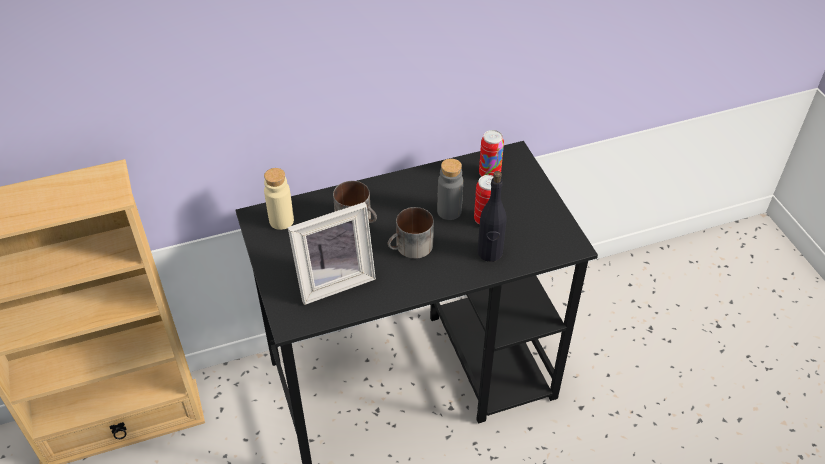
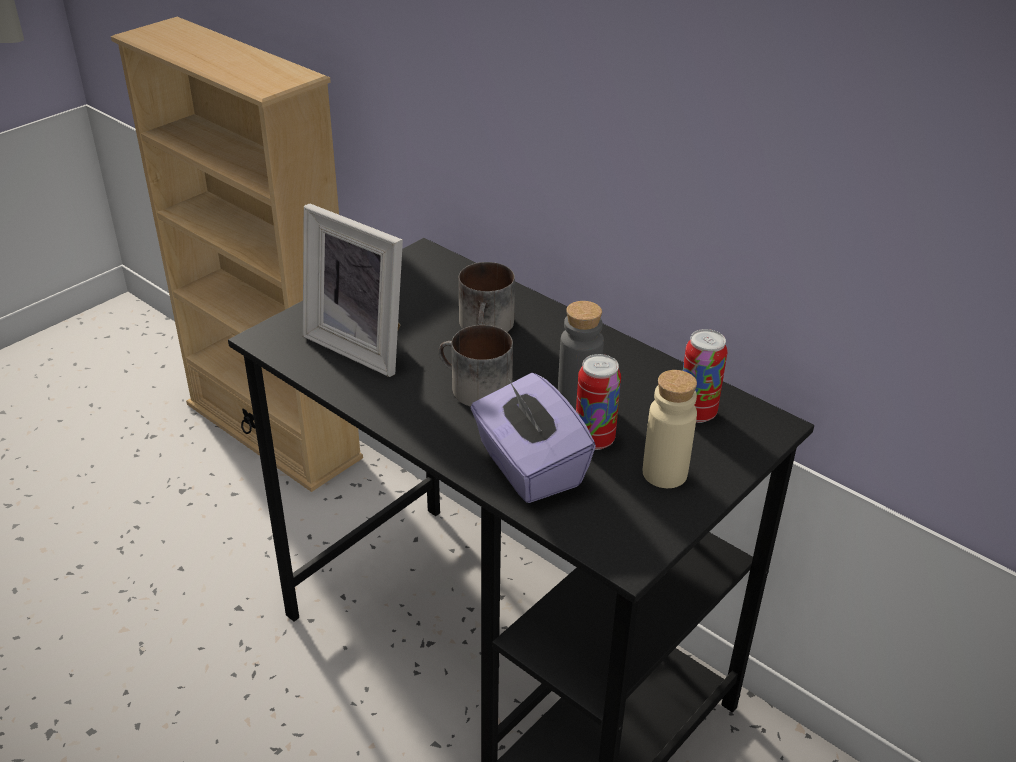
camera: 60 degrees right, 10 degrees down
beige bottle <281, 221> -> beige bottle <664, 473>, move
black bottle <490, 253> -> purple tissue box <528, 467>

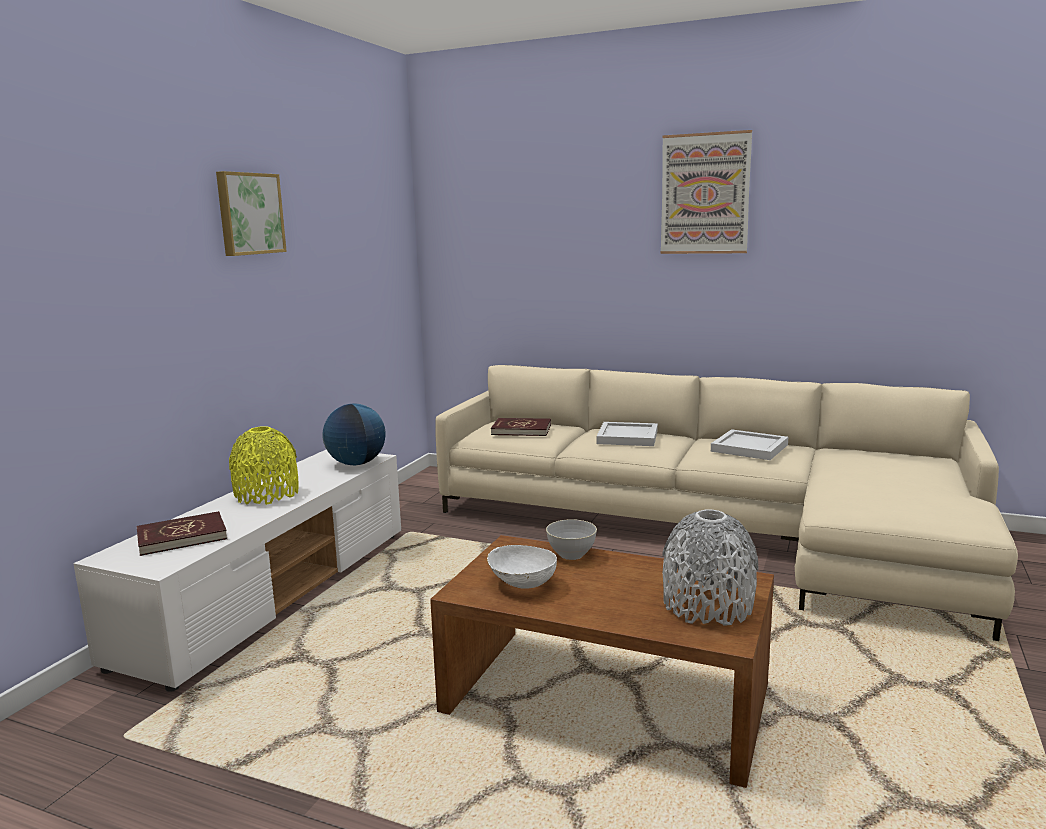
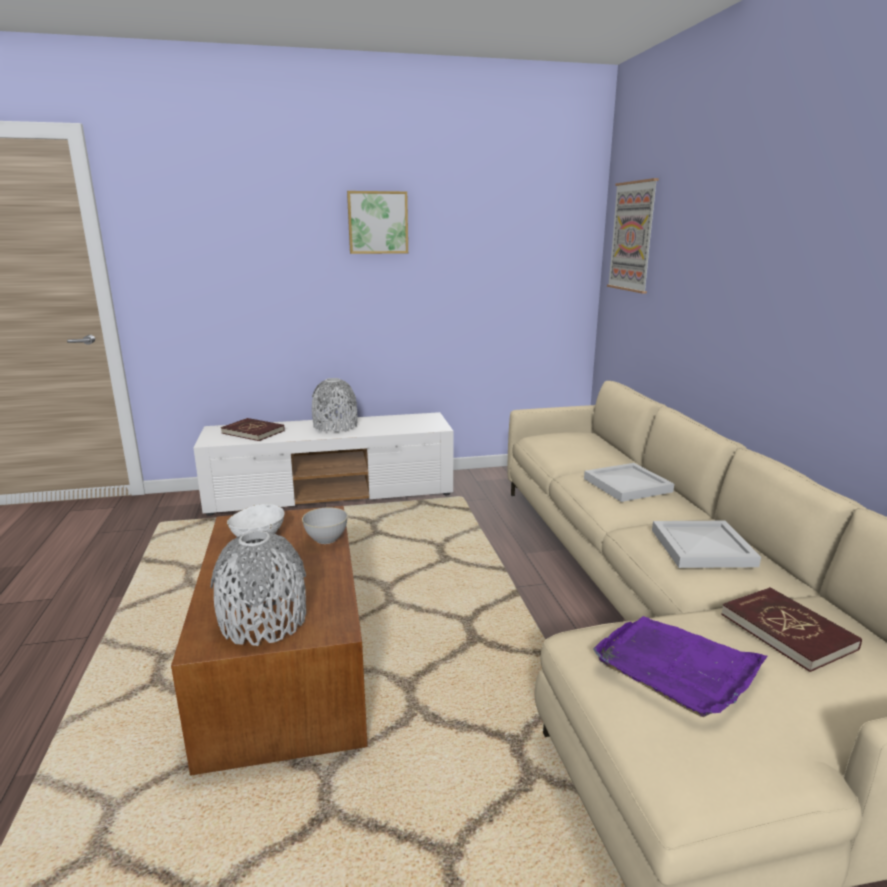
camera: 55 degrees right, 5 degrees up
globe <356, 463> -> none
none -> purple tray <676, 667>
red book <521, 430> -> red book <787, 631>, move
picture <705, 194> -> picture <632, 236>, move
yellow vase <267, 495> -> grey vase <335, 426>

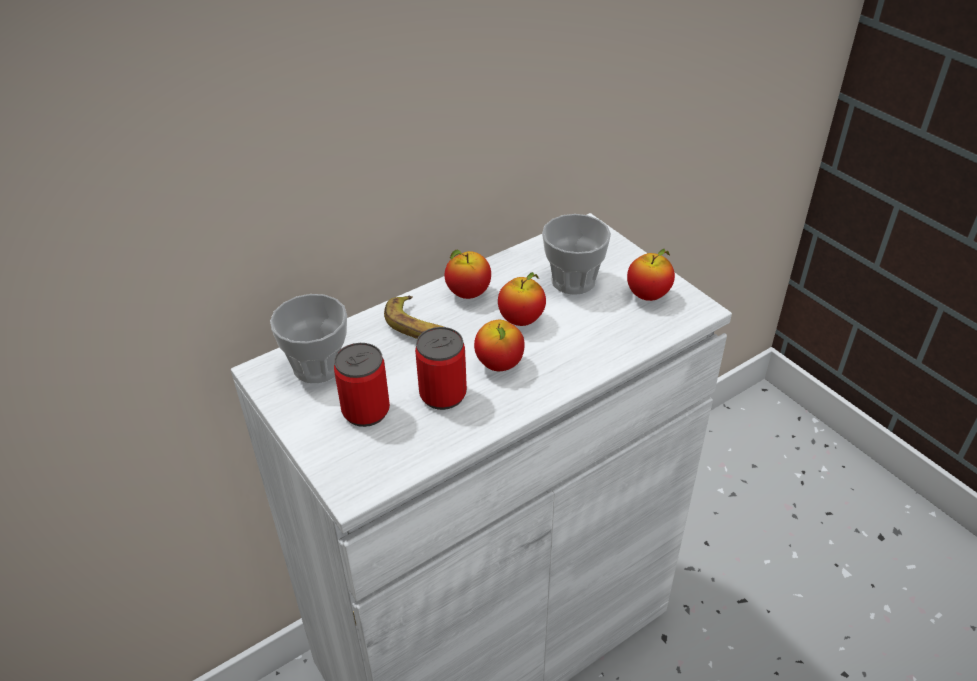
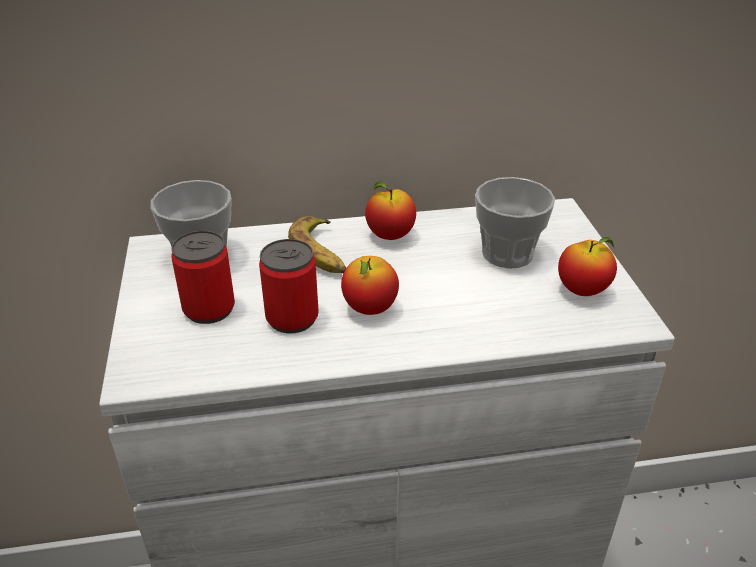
camera: 25 degrees right, 5 degrees down
apple <521, 320> -> none

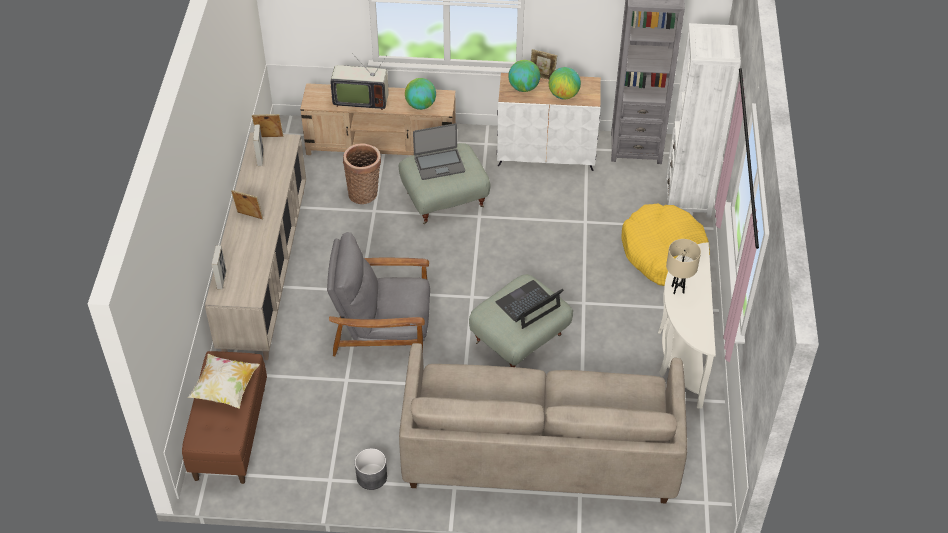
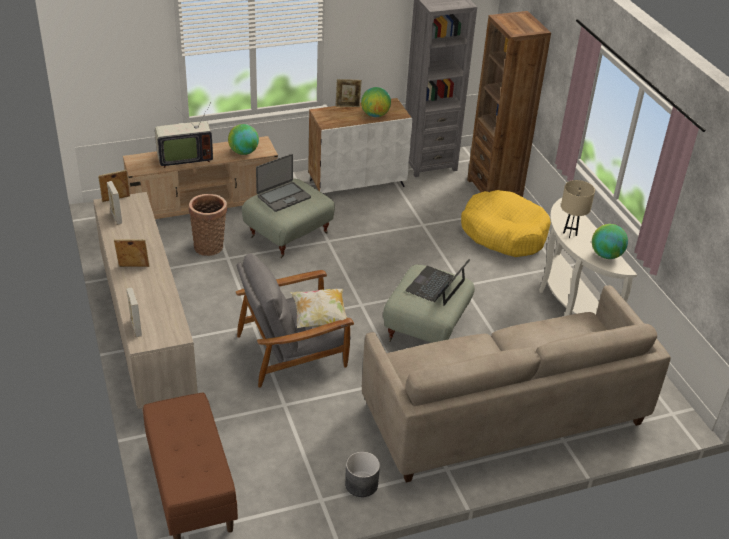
camera: 25 degrees left, 10 degrees down
pillow <225, 389> -> pillow <320, 318>, move
globe <523, 88> -> globe <606, 255>, move
white bookcase <688, 197> -> brown bookcase <494, 189>

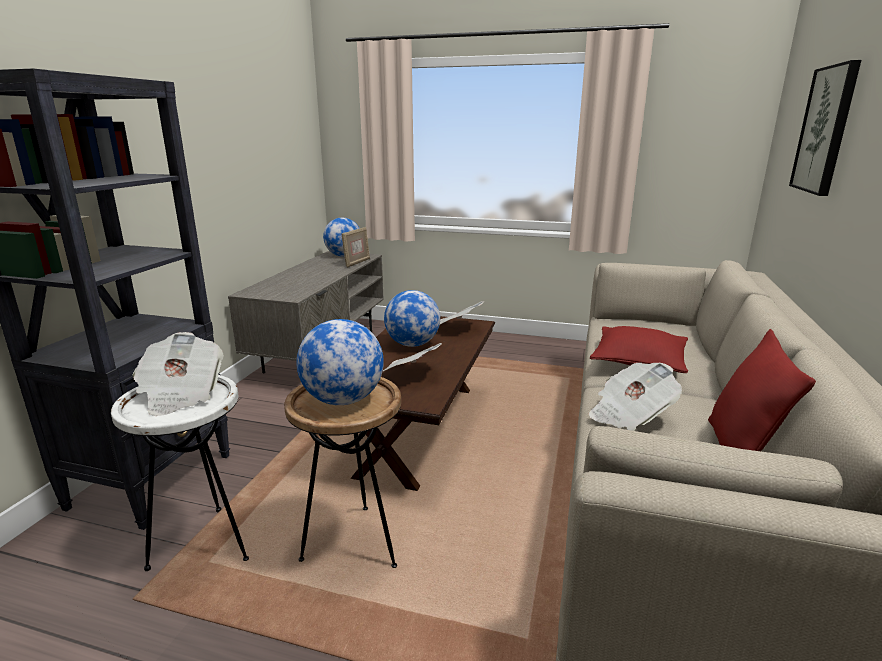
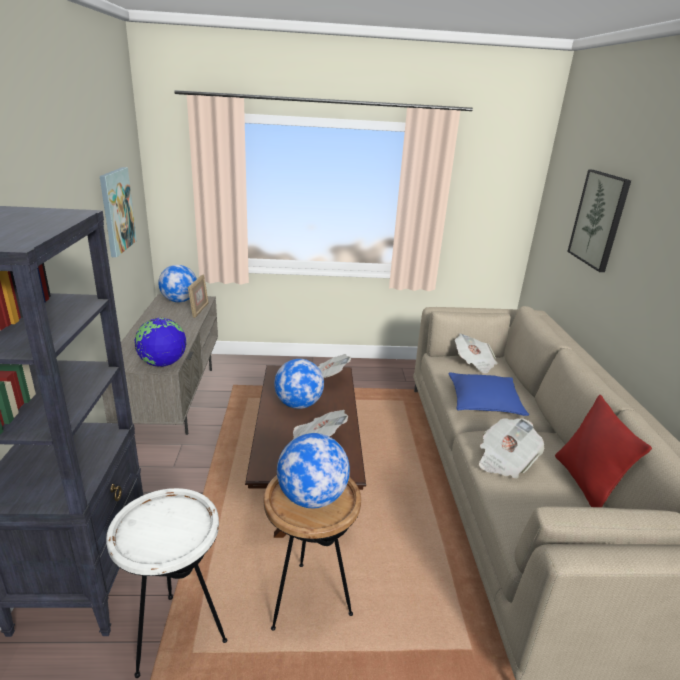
camera: 20 degrees left, 5 degrees up
none -> picture <116, 211>
none -> globe <162, 363>
newspaper <181, 394> -> newspaper <474, 362>, move
red pillow <638, 360> -> blue pillow <484, 402>

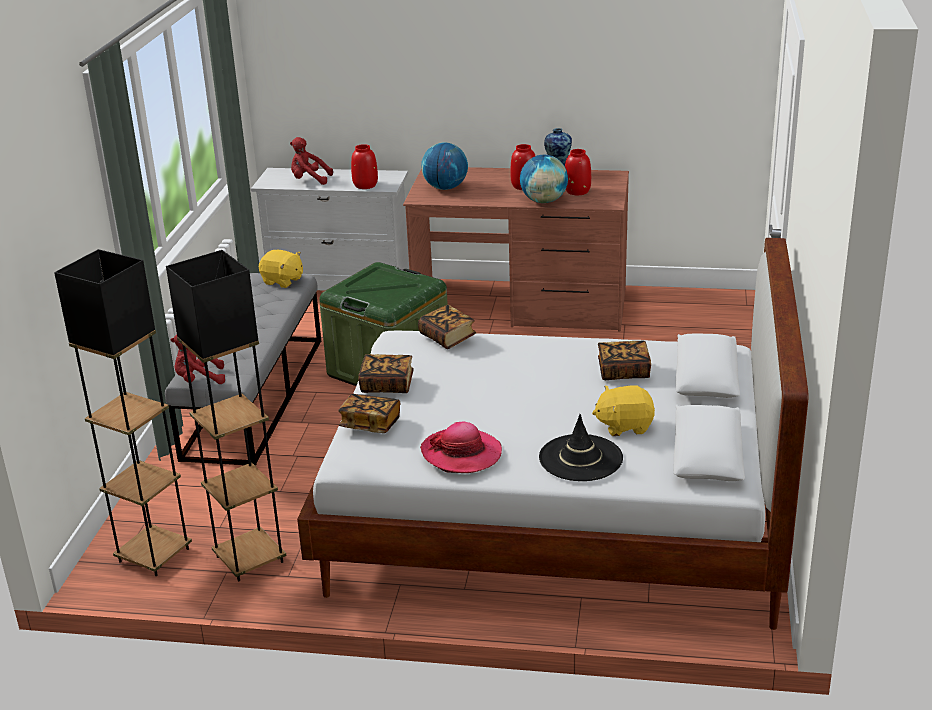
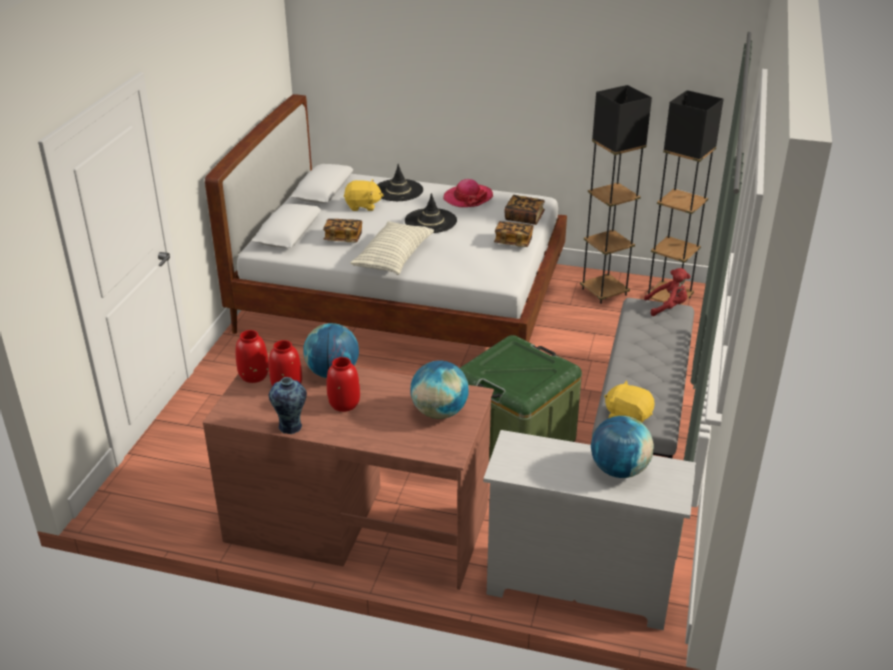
camera: 175 degrees left, 5 degrees up
book <447, 337> -> none
none -> pillow <393, 259>
none -> black hat <430, 221>
red vase <365, 185> -> red vase <254, 375>, move
red plush toy <309, 180> -> globe <619, 470>

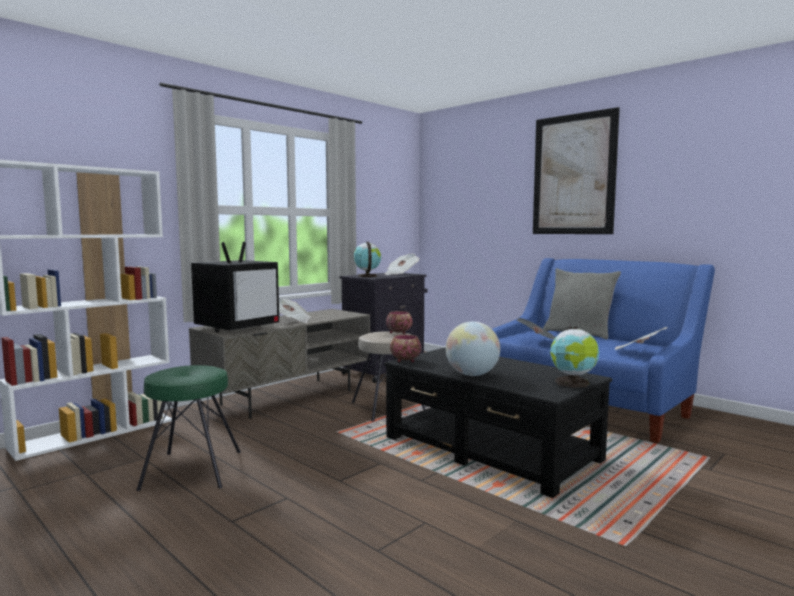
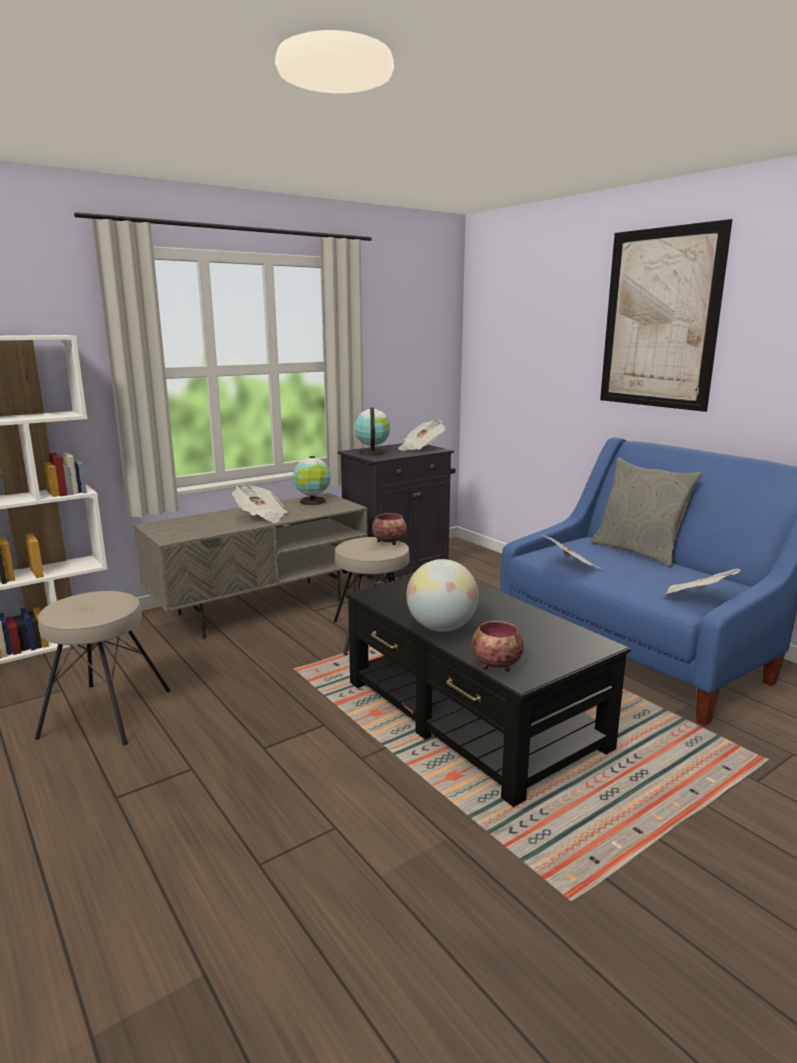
camera: 10 degrees right, 10 degrees up
television <238, 327> -> none
bowl <405, 360> -> bowl <495, 665>, move
globe <573, 383> -> globe <313, 502>, move
green stool <191, 469> -> beige stool <105, 713>

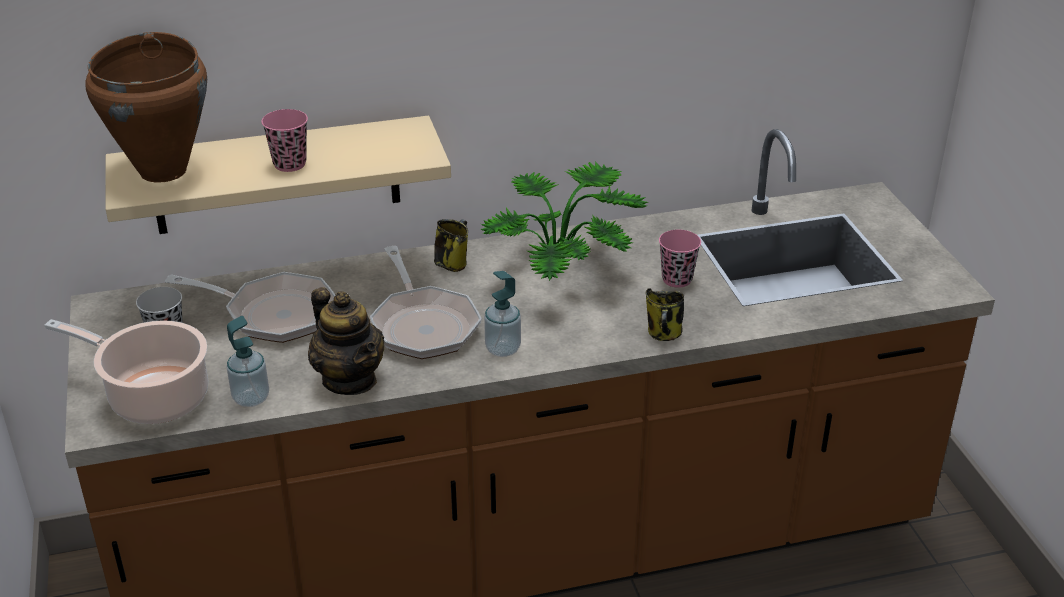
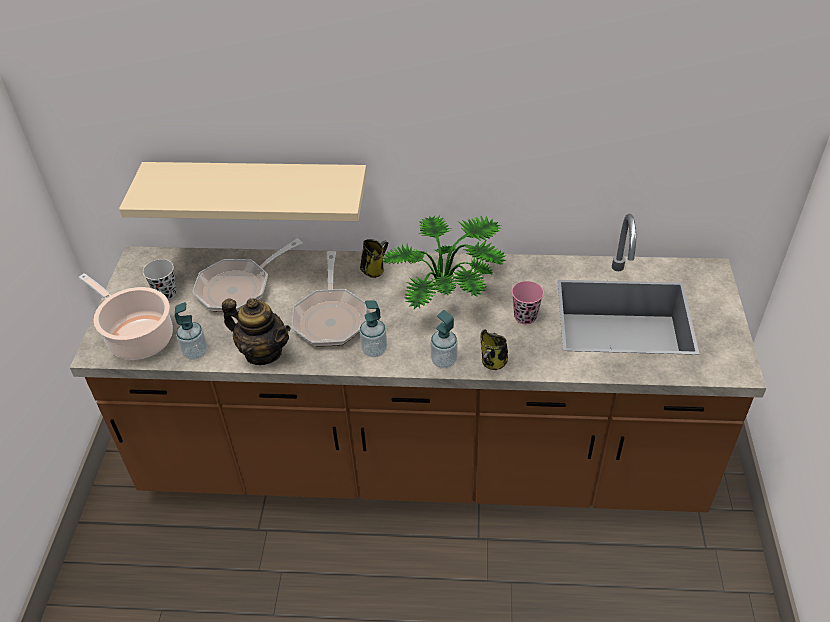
camera: 20 degrees right, 10 degrees up
brown cooking pot <164, 171> -> none
pink cup <290, 164> -> none
none -> soap dispenser <444, 361>
frying pan <273, 314> -> frying pan <239, 287>, 105 degrees clockwise
teapot <350, 380> -> teapot <263, 352>, 45 degrees counterclockwise

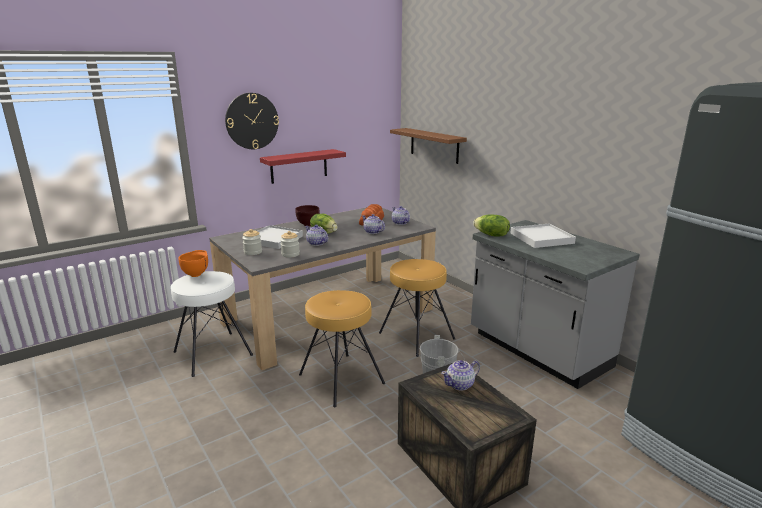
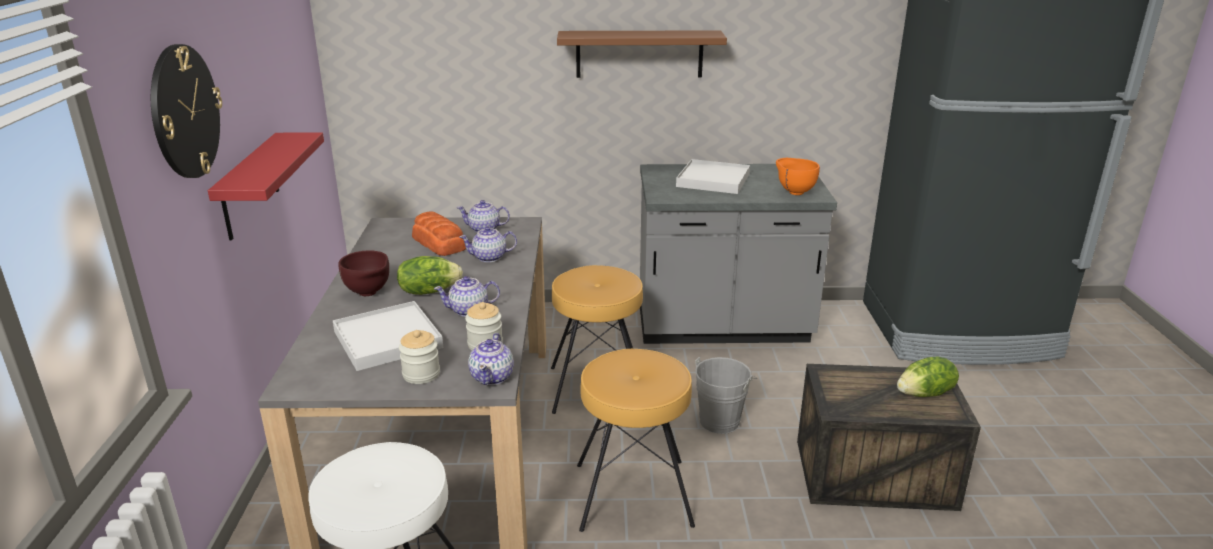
camera: 55 degrees left, 5 degrees up
orange bowl <196, 274> -> orange bowl <794, 192>, move
brown shelf <434, 145> -> brown shelf <639, 54>, move
teapot <460, 384> -> teapot <492, 377>, move
lettuce <491, 235> -> lettuce <925, 394>, move

